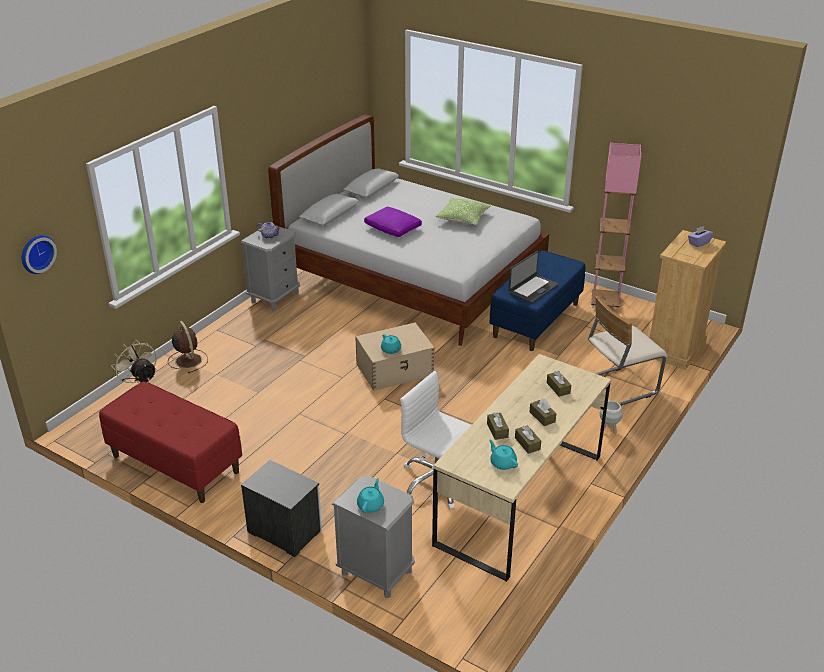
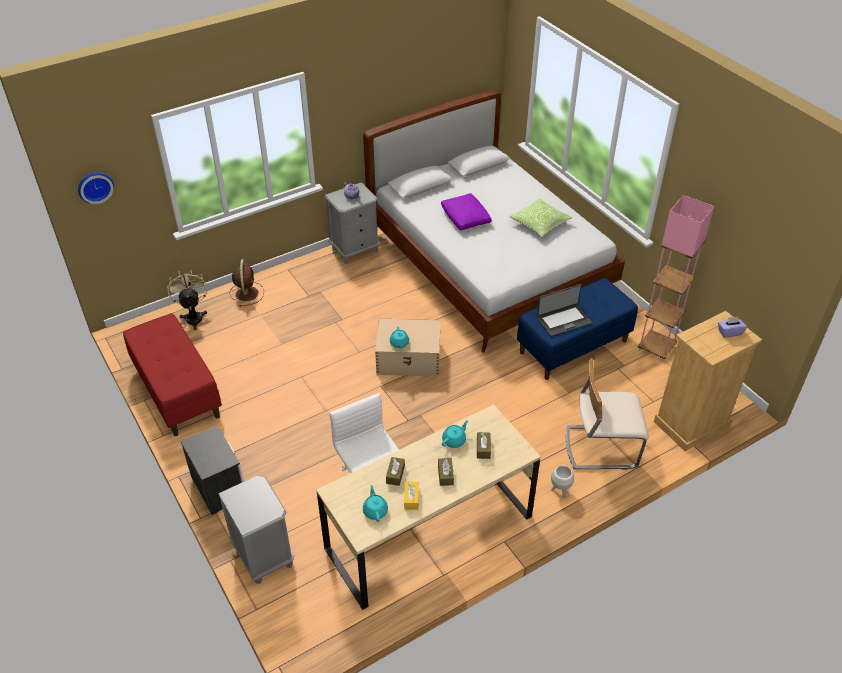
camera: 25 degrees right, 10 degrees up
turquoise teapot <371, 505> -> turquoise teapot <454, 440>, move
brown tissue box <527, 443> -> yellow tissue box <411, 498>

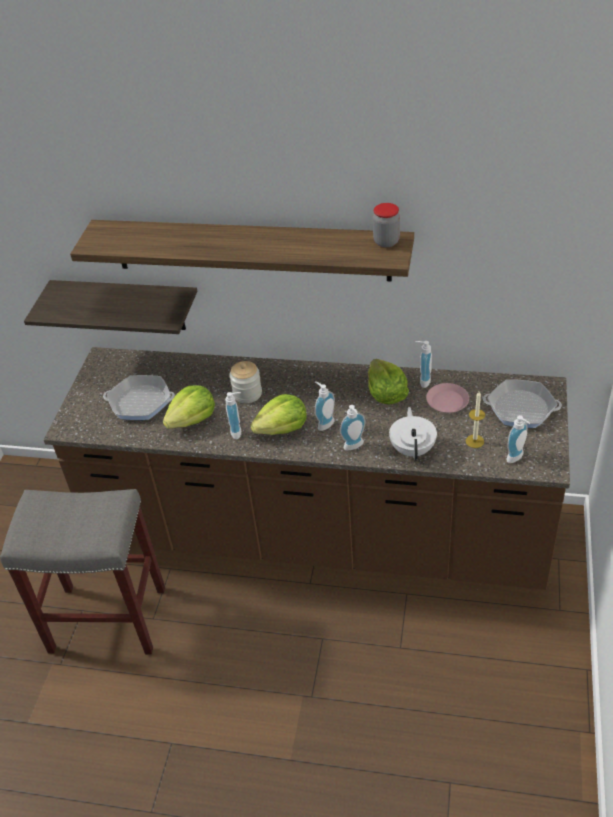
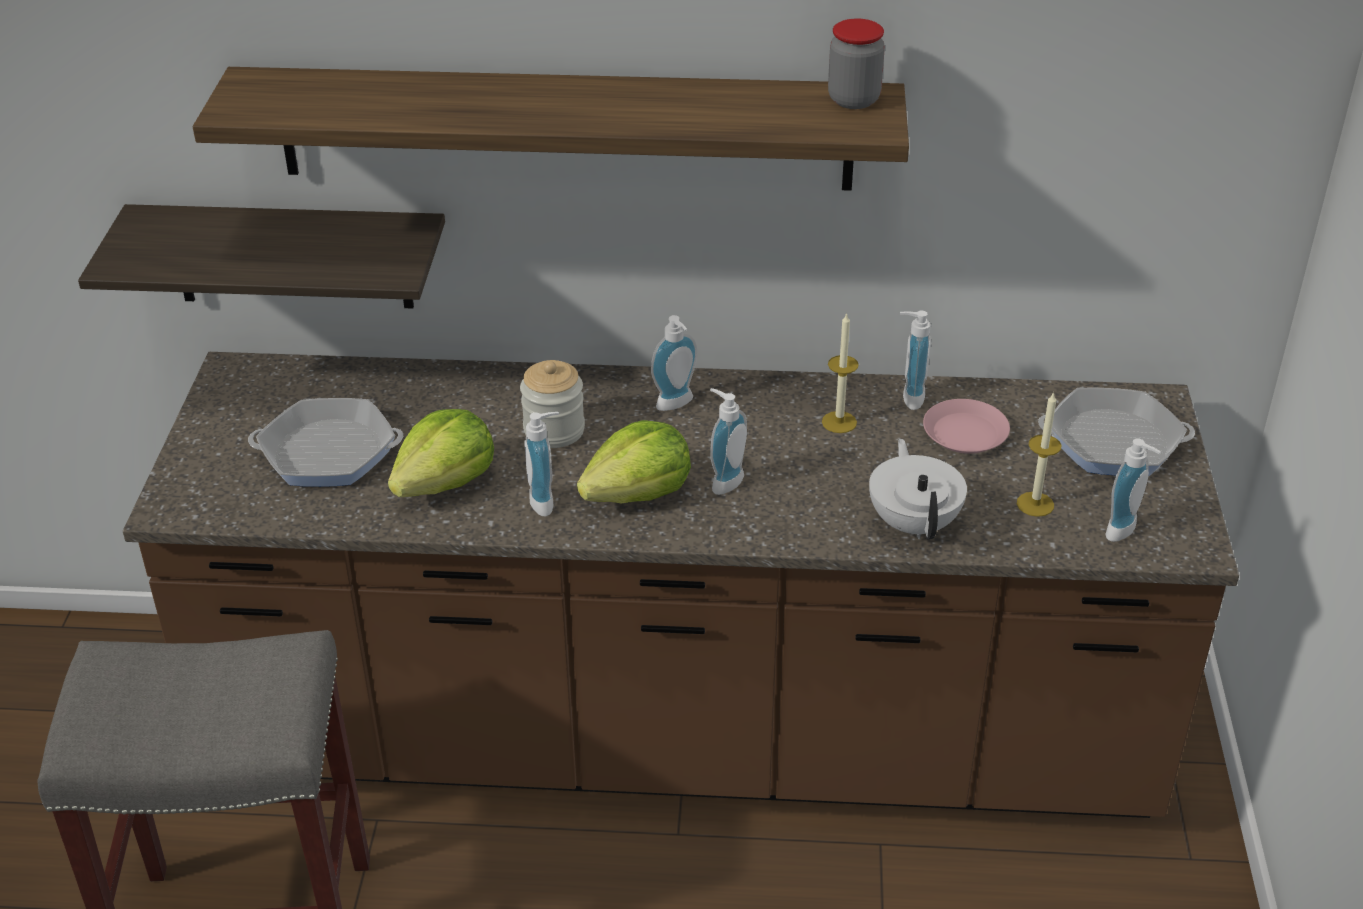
camera: 10 degrees left, 5 degrees down
soap dispenser <354, 447> -> soap dispenser <677, 405>, move
lettuce <386, 393> -> candle <839, 422>

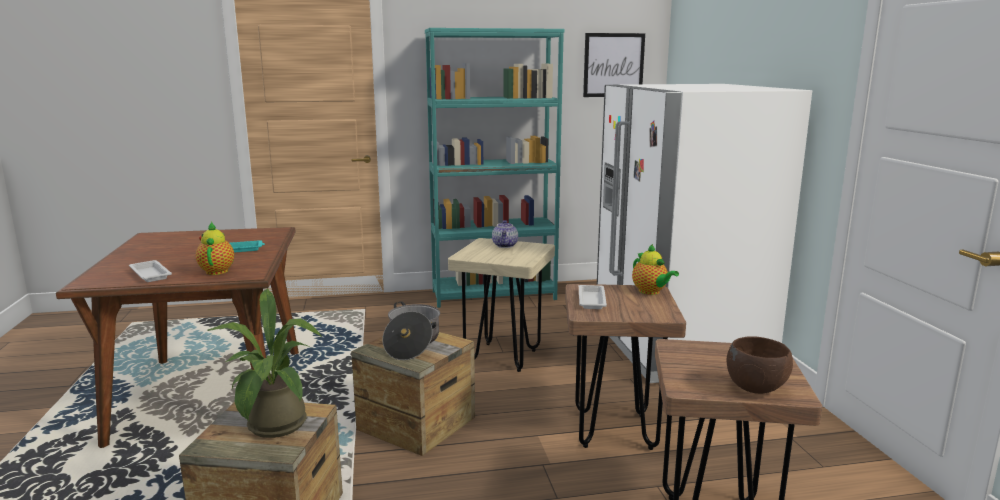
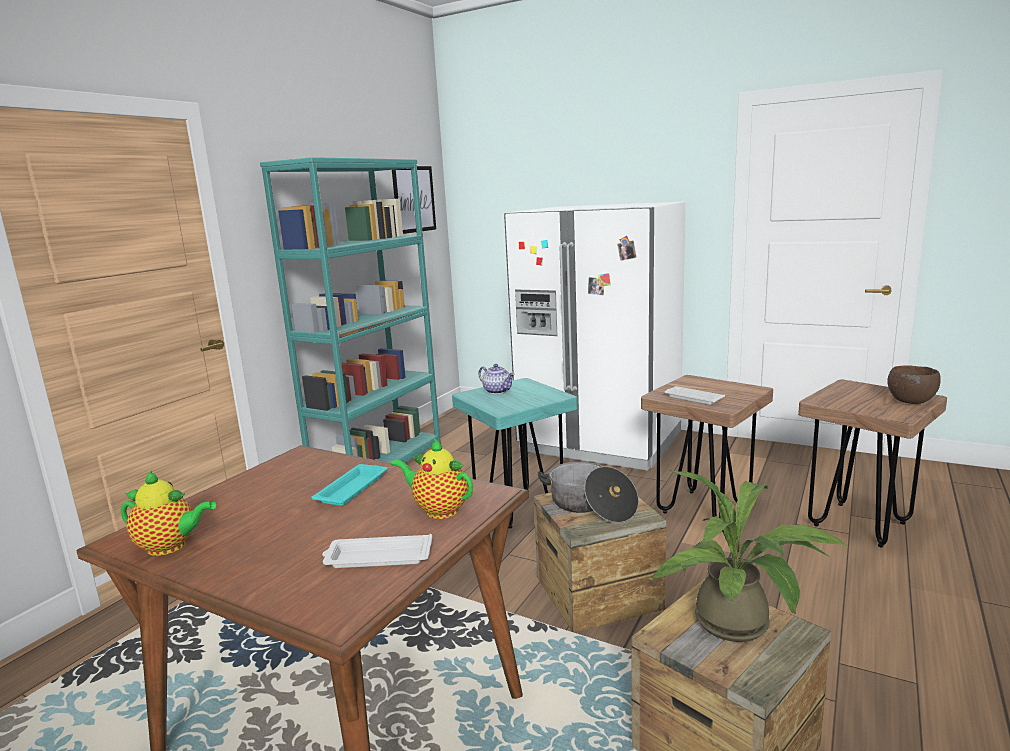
camera: 50 degrees left, 0 degrees up
teapot <651, 292> -> teapot <170, 547>, move
beige stool <503, 357> -> turquoise stool <519, 508>

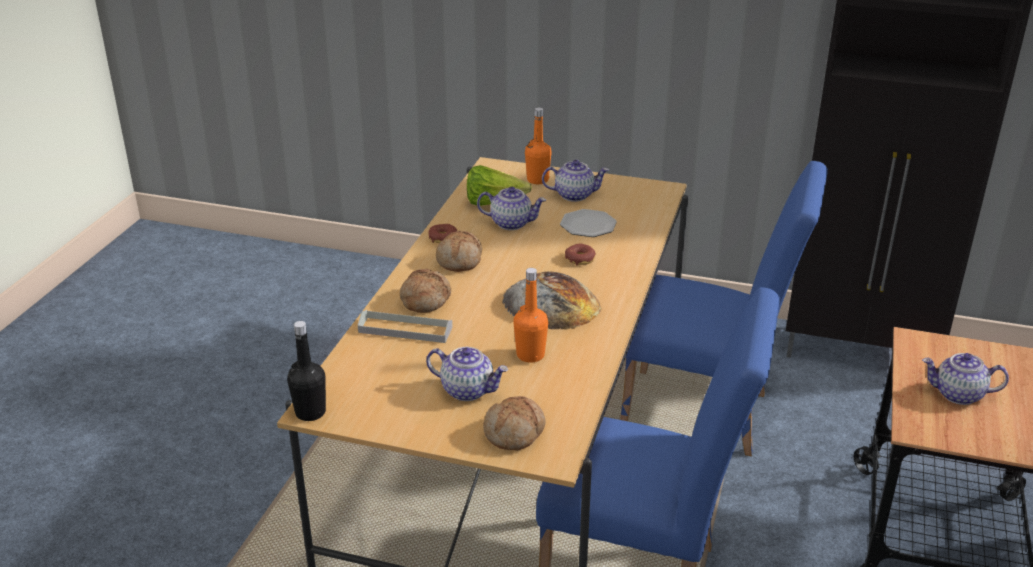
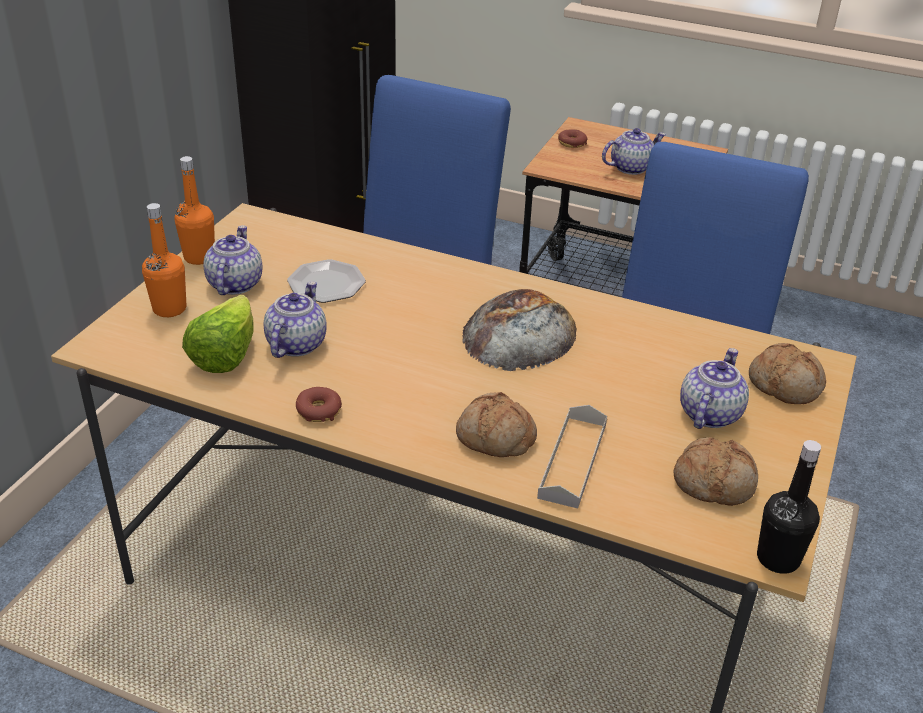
camera: 85 degrees left, 5 degrees up
bread <460, 260> -> bread <714, 482>, move
orange bottle <530, 355> -> orange bottle <199, 257>, move
donut <580, 259> -> donut <572, 143>, move
teapot <958, 395> -> teapot <631, 167>, 135 degrees counterclockwise

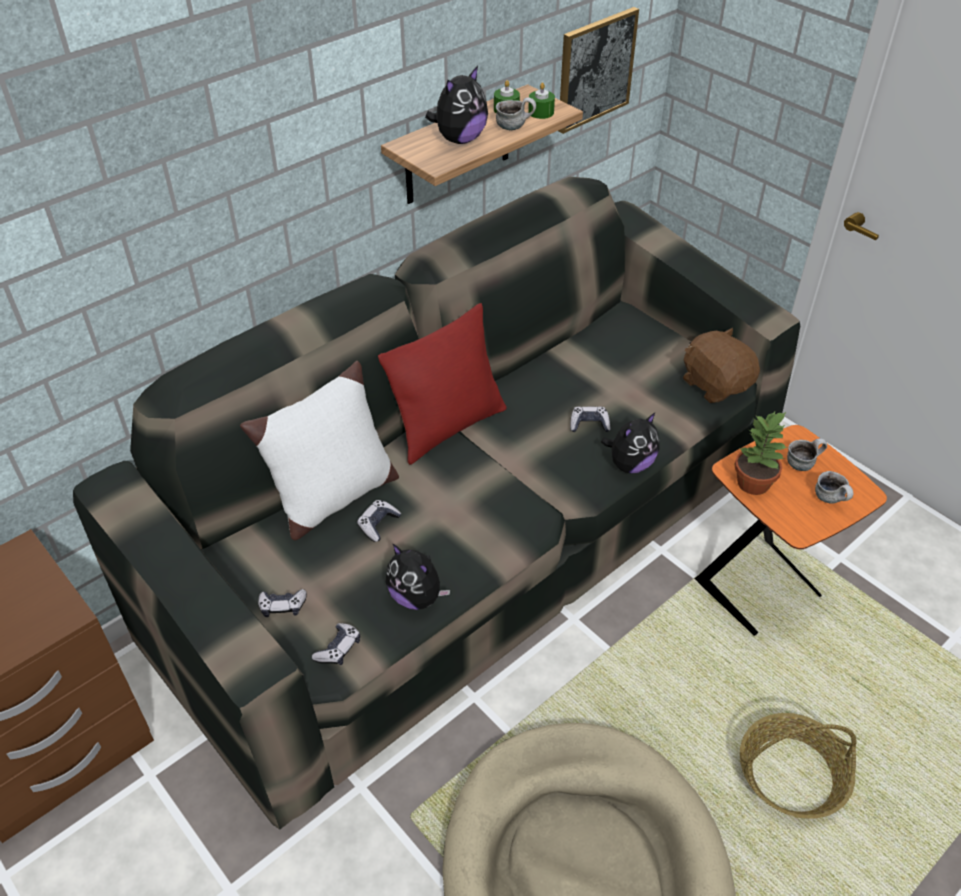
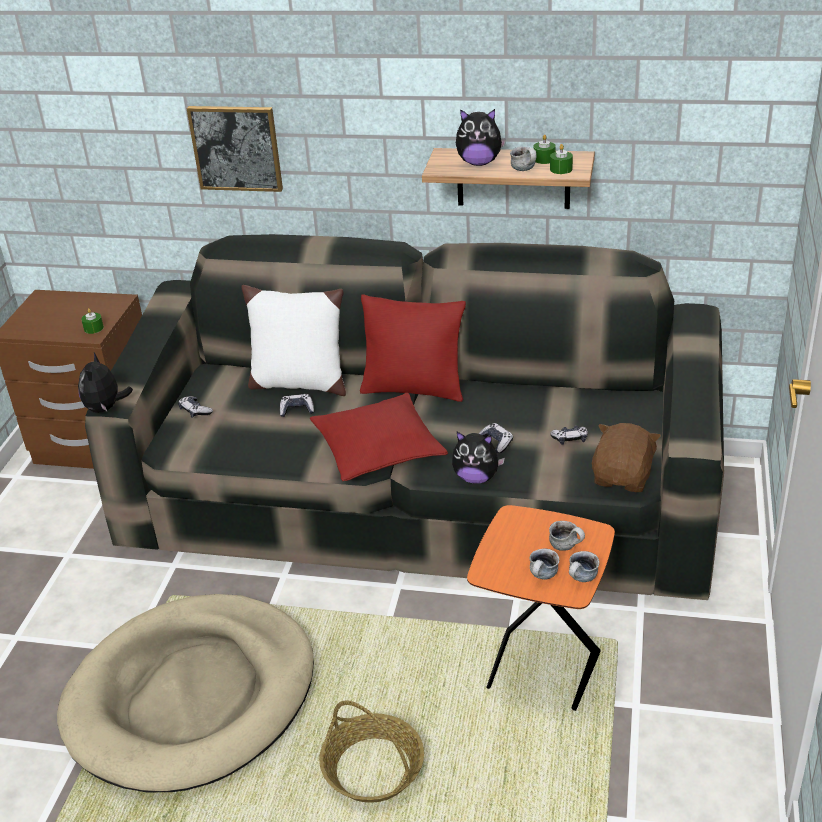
camera: 55 degrees right, 10 degrees down
potted plant <754, 483> -> none
none -> green candle <93, 328>
none -> red pillow <378, 449>
none -> mug <582, 579>
game controller <338, 649> -> game controller <570, 439>, move
plush toy <417, 597> -> plush toy <106, 408>, move
picture <595, 69> -> picture <236, 148>, move

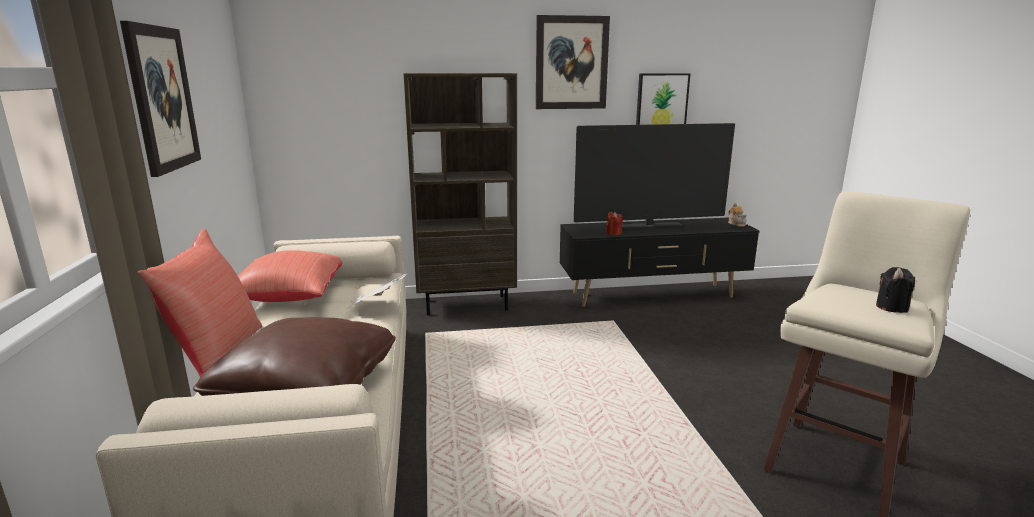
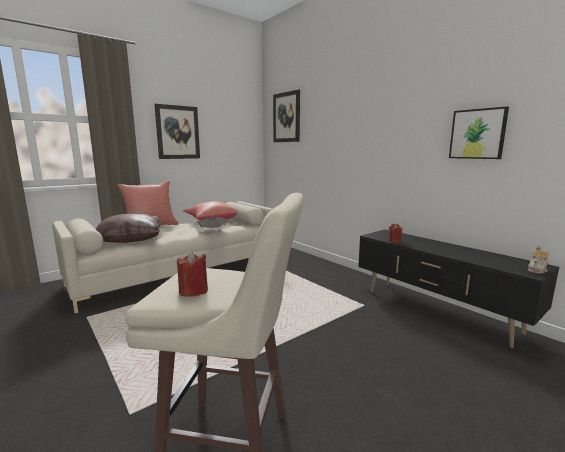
camera: 60 degrees right, 5 degrees down
brown bookcase <467, 304> -> none
television <649, 226> -> none
picture <571, 63> -> picture <286, 117>, move
black candle <892, 307> -> red candle <193, 291>

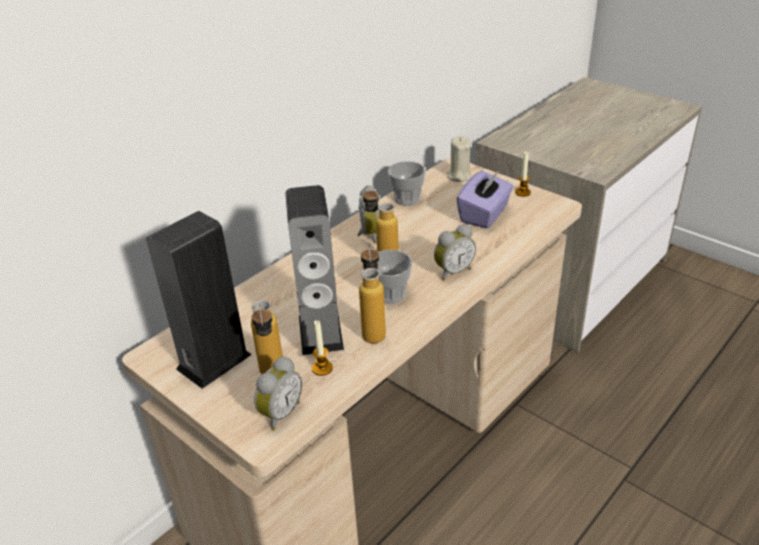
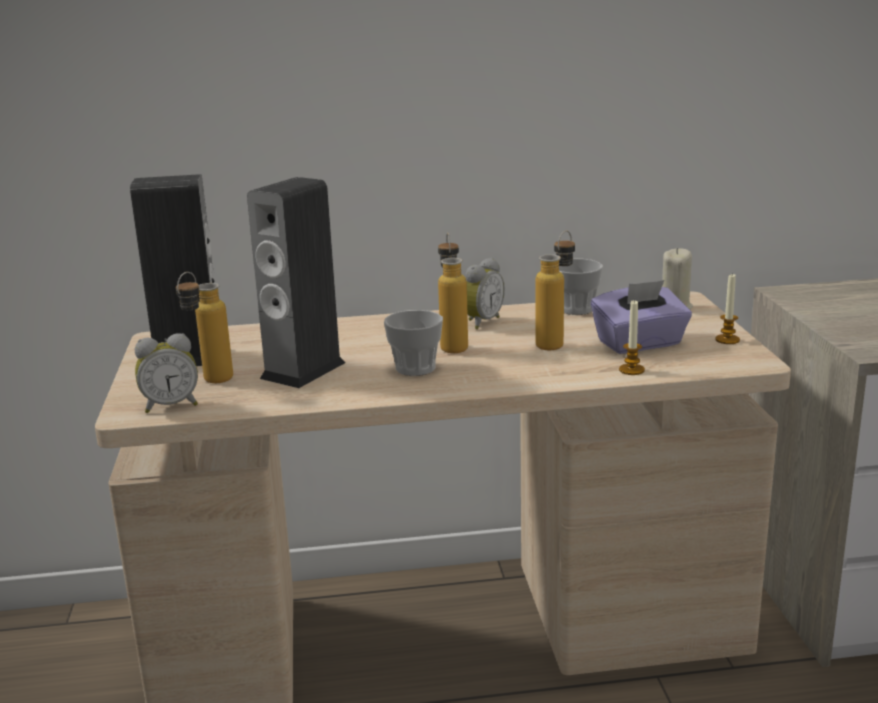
camera: 40 degrees right, 15 degrees down
alarm clock <452, 271> -> none
candle <322, 368> -> candle <631, 370>, move
bottle <373, 330> -> bottle <556, 342>, move

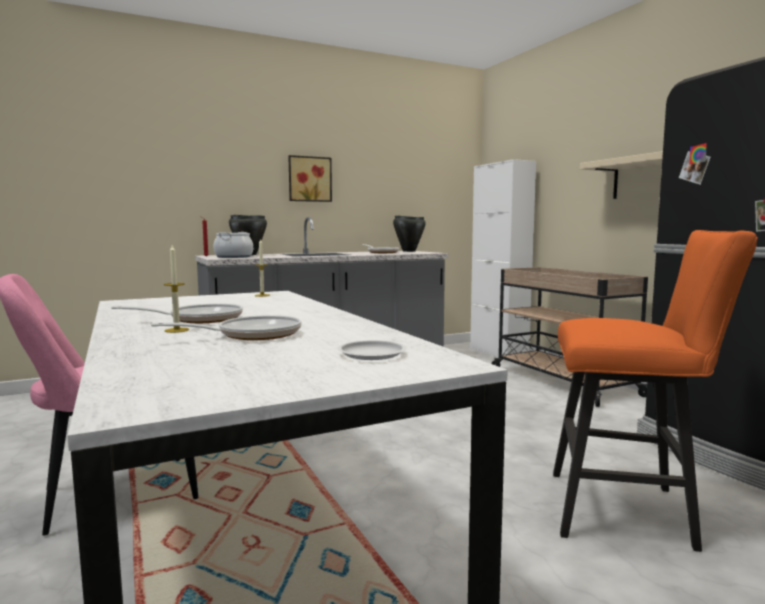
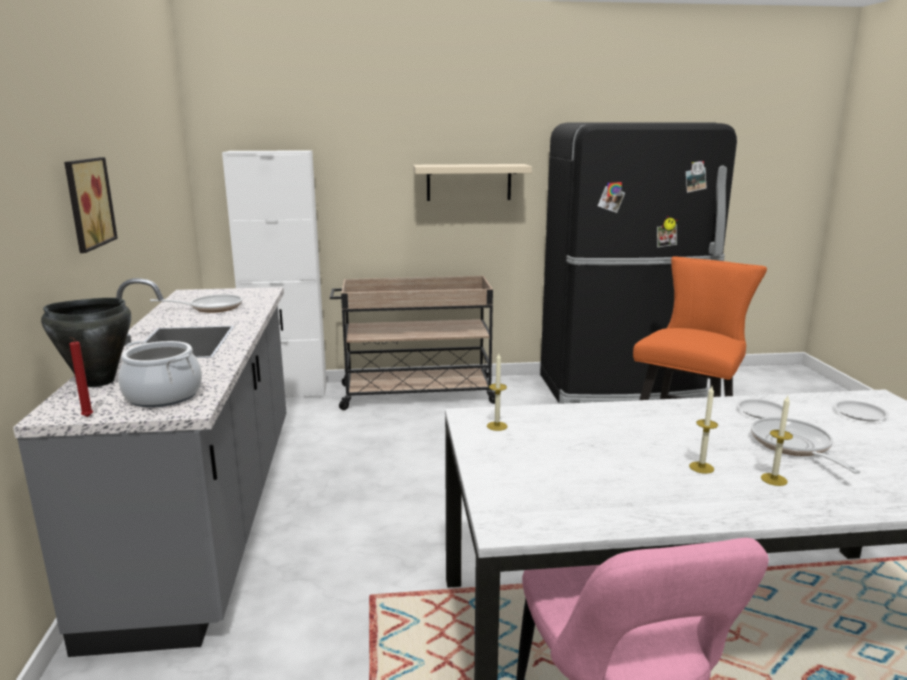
camera: 70 degrees left, 10 degrees up
black cooking pot <408, 251> -> none
none -> white plate <761, 412>
frying pan <199, 319> -> candle <701, 467>

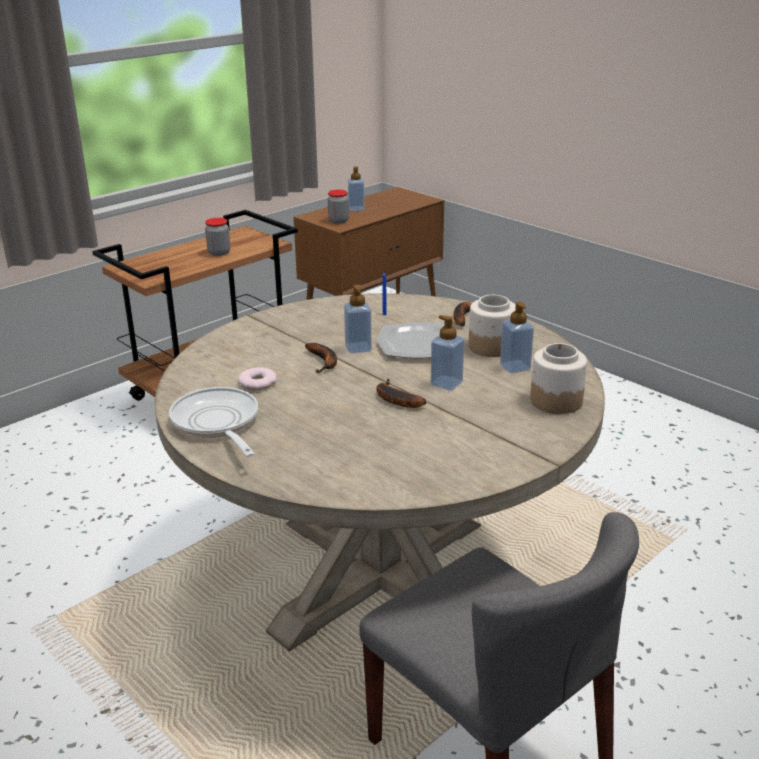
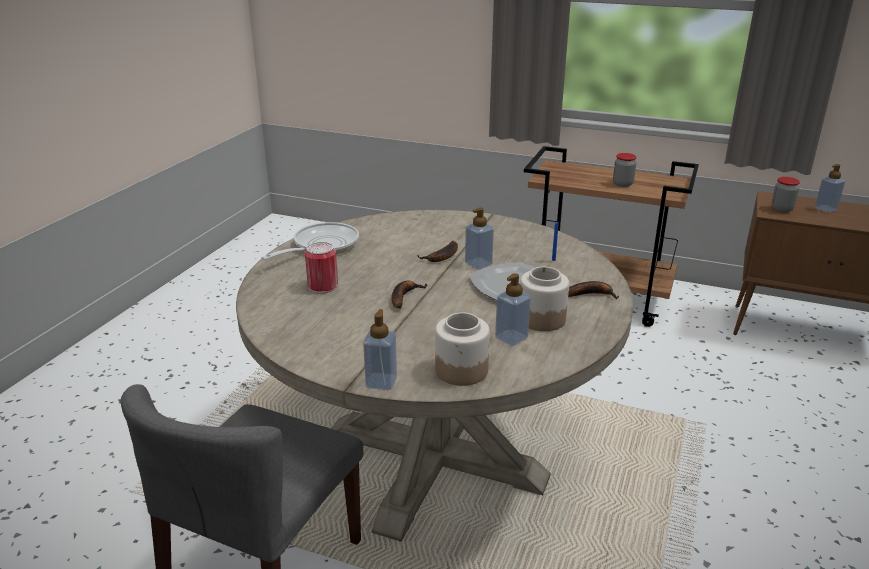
camera: 65 degrees right, 0 degrees up
donut <258, 383> -> none
none -> can <323, 286>
soap dispenser <446, 383> -> soap dispenser <381, 382>, move

